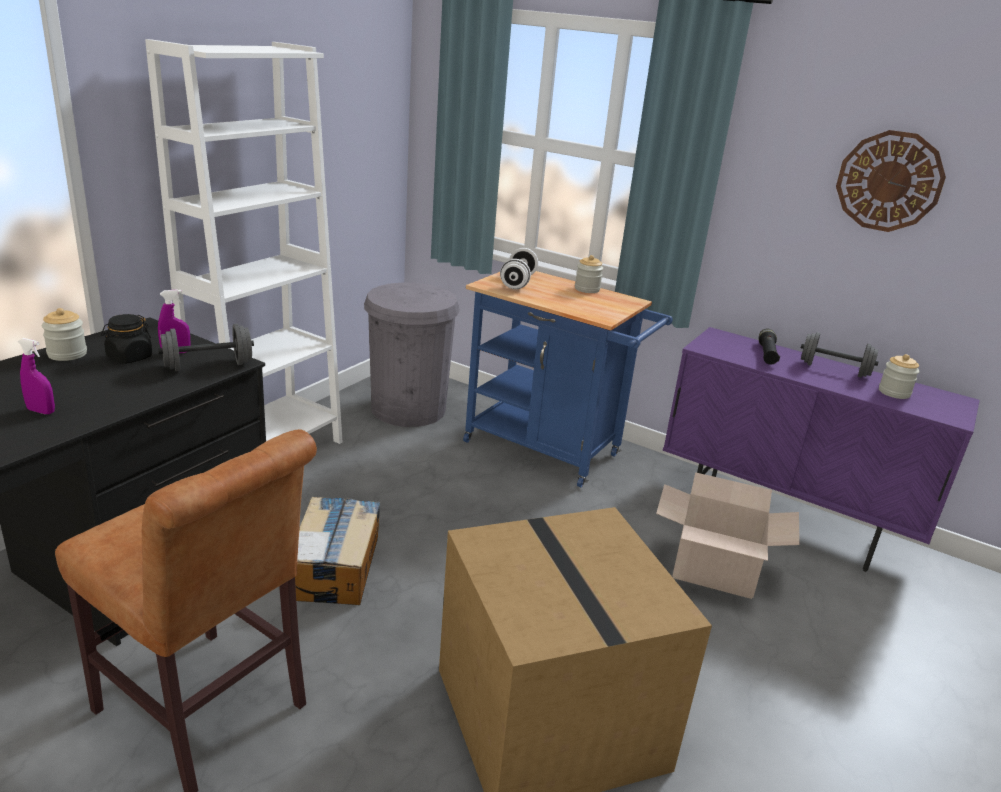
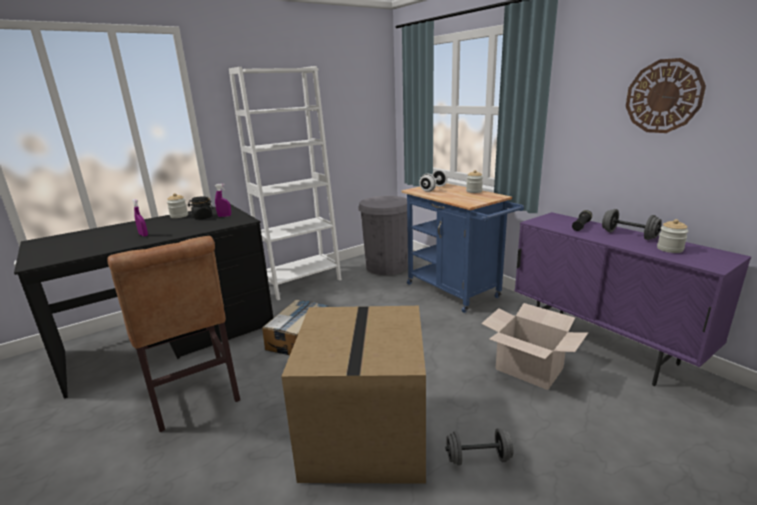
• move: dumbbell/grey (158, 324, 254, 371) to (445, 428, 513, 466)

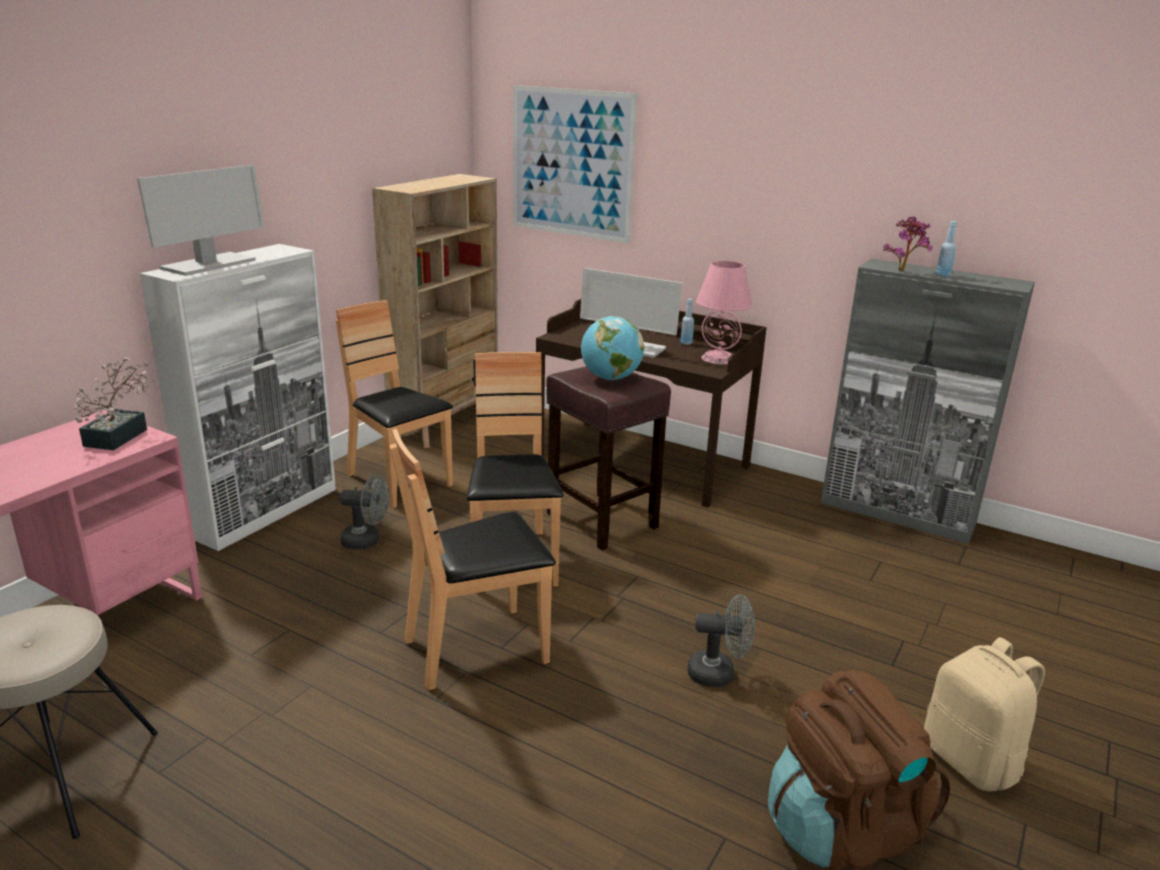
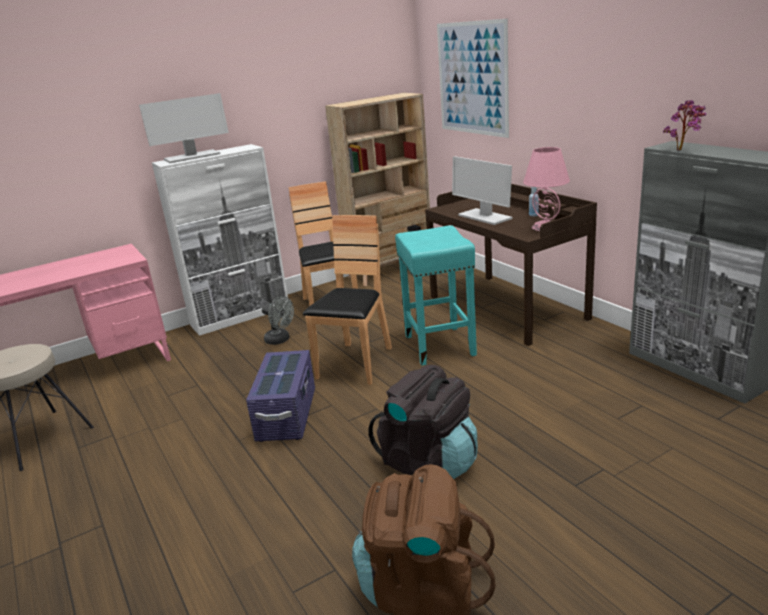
• delete: potted plant (73, 357, 154, 450)
• replace: chair/brown (389, 428, 556, 690) to storage box/purple (246, 350, 315, 442)
• recolor: stool/brown (546, 366, 671, 550) to stool/turquoise (395, 225, 477, 366)
• delete: globe (581, 316, 644, 380)
• replace: fan/grey (687, 595, 755, 687) to backpack/black (368, 365, 478, 479)
• delete: backpack/beige (924, 637, 1045, 792)
• delete: bottle/blue (936, 221, 957, 277)

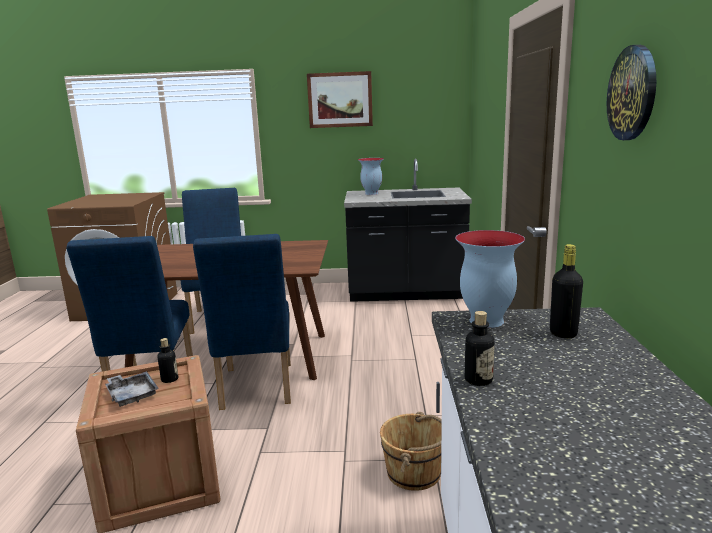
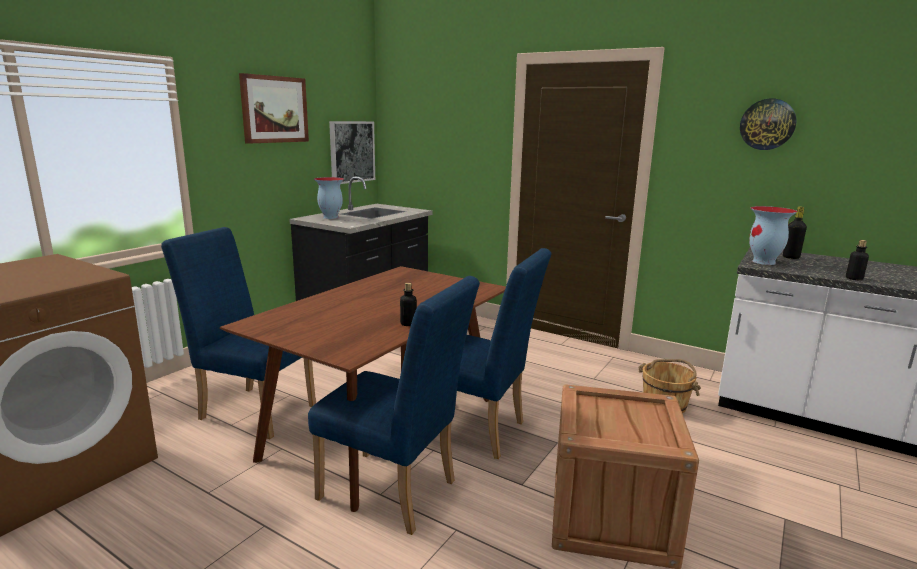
• delete: tray/grey (105, 371, 159, 407)
• move: bottle (157, 338, 178, 383) to (400, 283, 417, 326)
• insert: picture (329, 121, 375, 184)

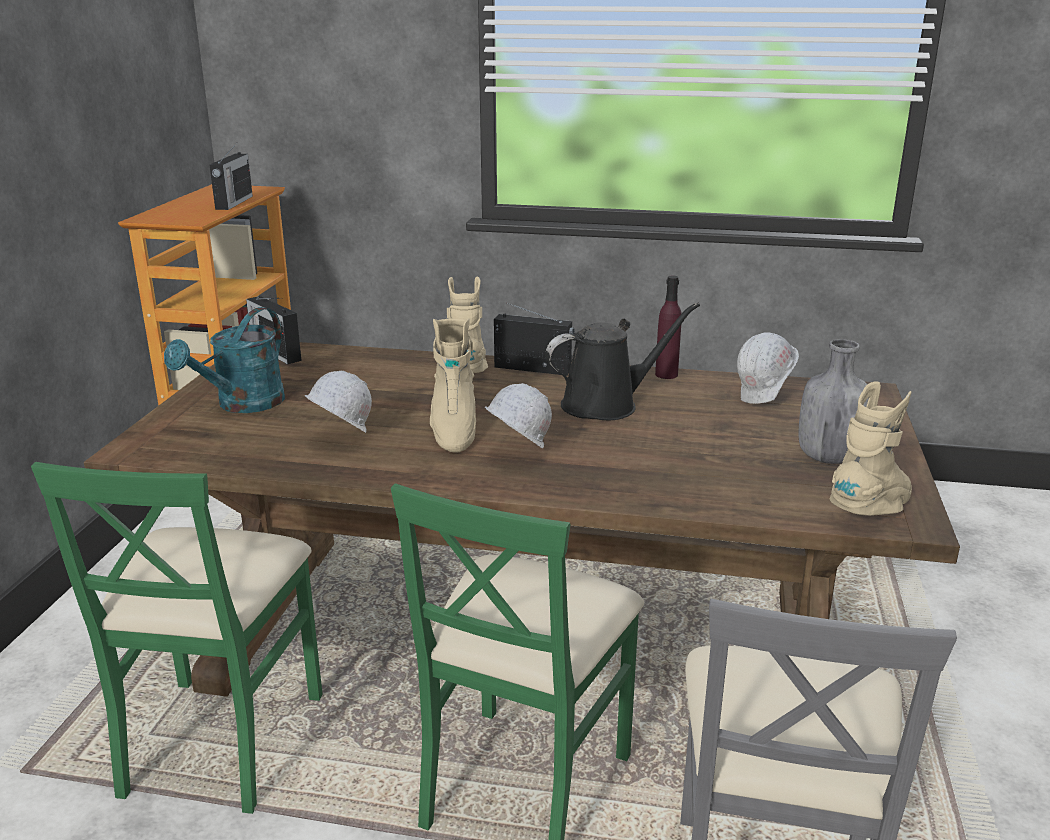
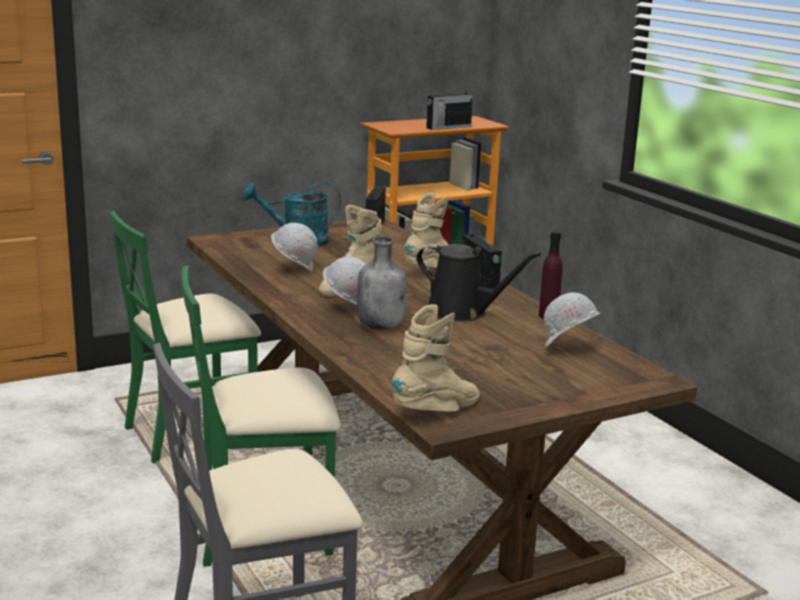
• move: bottle/grey (799, 339, 869, 464) to (357, 237, 406, 330)
• rotate: boot/beige (830, 381, 912, 516) = (392, 304, 480, 412) 45 degrees counterclockwise

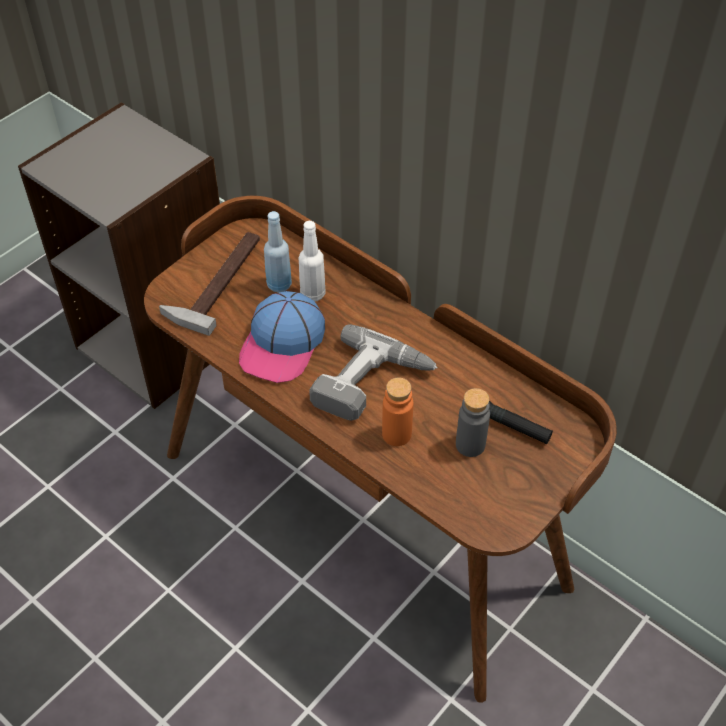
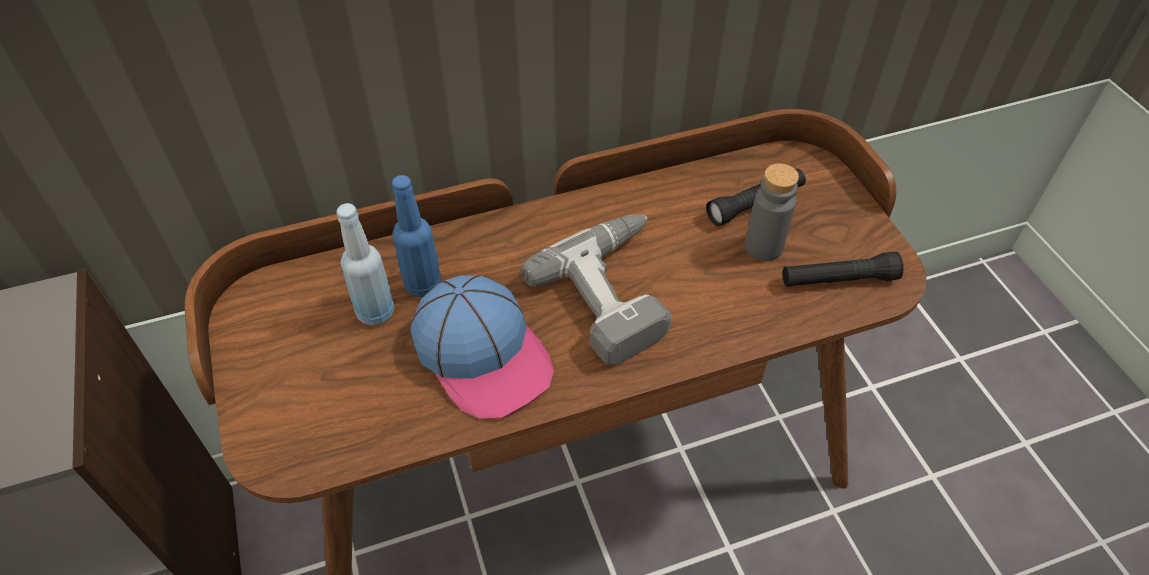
• delete: hammer (159, 232, 260, 336)
• recolor: bottle/white (298, 221, 325, 302) to bottle/blue (392, 175, 441, 297)
• delete: bottle/orange (382, 378, 413, 446)
• insert: flashlight/black (783, 252, 904, 287)

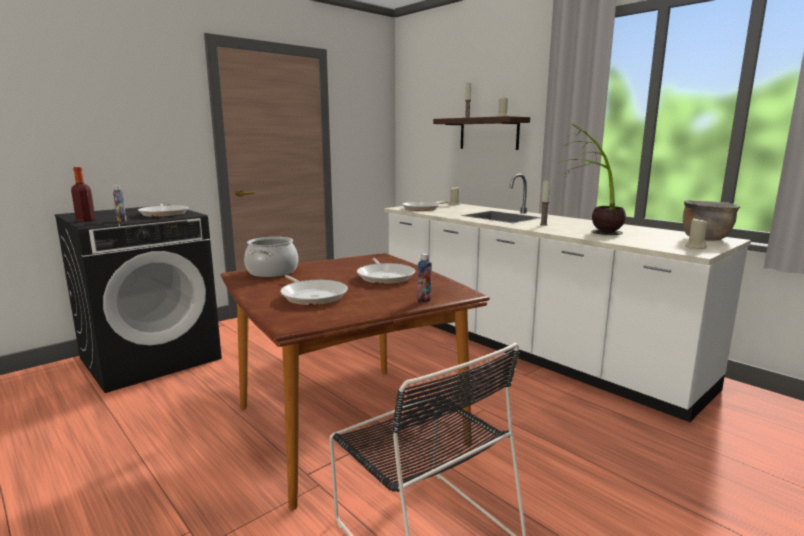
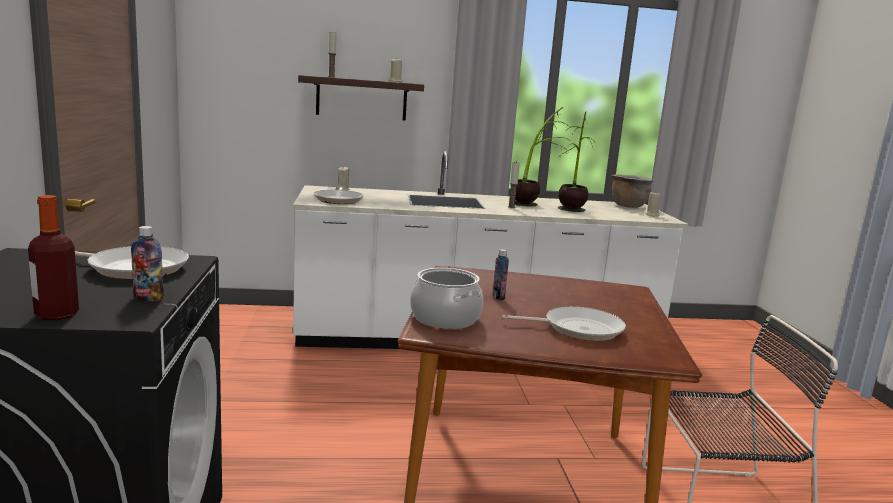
• delete: frying pan (357, 258, 415, 284)
• move: bottle (417, 253, 432, 303) to (492, 249, 509, 300)
• insert: potted plant (515, 107, 569, 207)

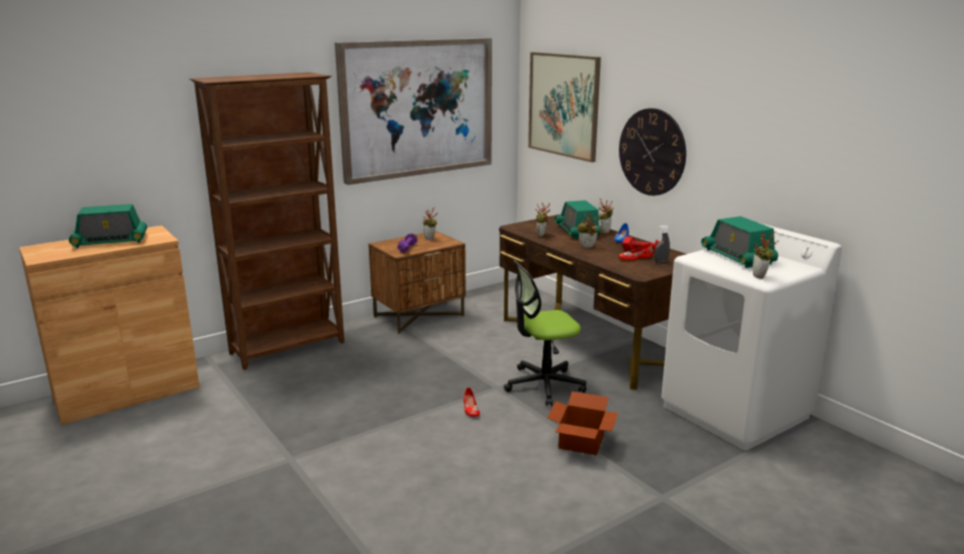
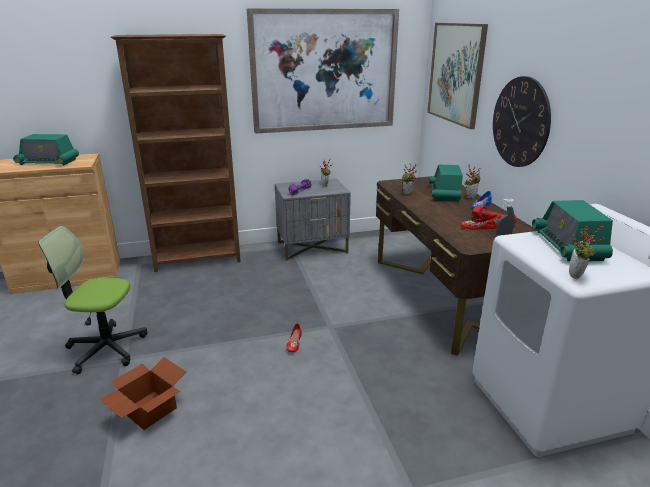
• recolor: nightstand/brown (368, 231, 466, 334) to nightstand/grey (275, 179, 351, 261)
• move: office chair (504, 260, 587, 406) to (38, 226, 148, 374)
• move: cardboard box (547, 391, 618, 455) to (99, 357, 186, 430)
• delete: potted plant (577, 213, 598, 248)

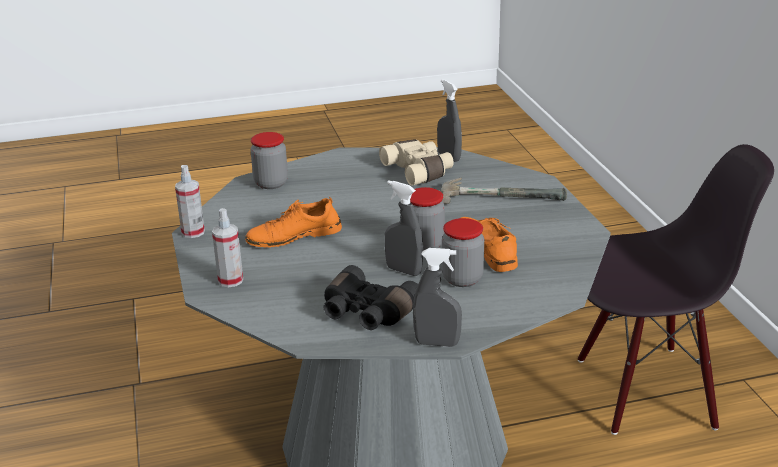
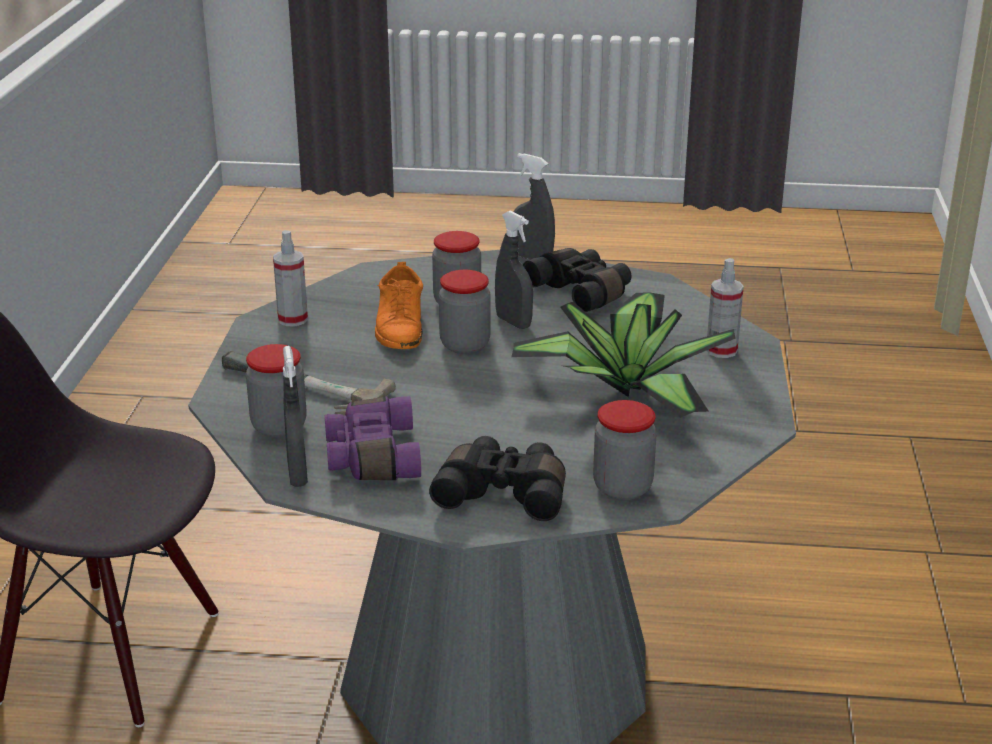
• move: spray bottle (175, 165, 205, 238) to (273, 230, 308, 326)
• replace: shoe/orange (245, 197, 342, 247) to potted plant (511, 293, 736, 418)
• recolor: binoculars/beige (379, 139, 454, 186) to binoculars/purple (325, 396, 421, 480)
• insert: jar (246, 344, 307, 438)
• insert: binoculars/black (429, 436, 566, 521)

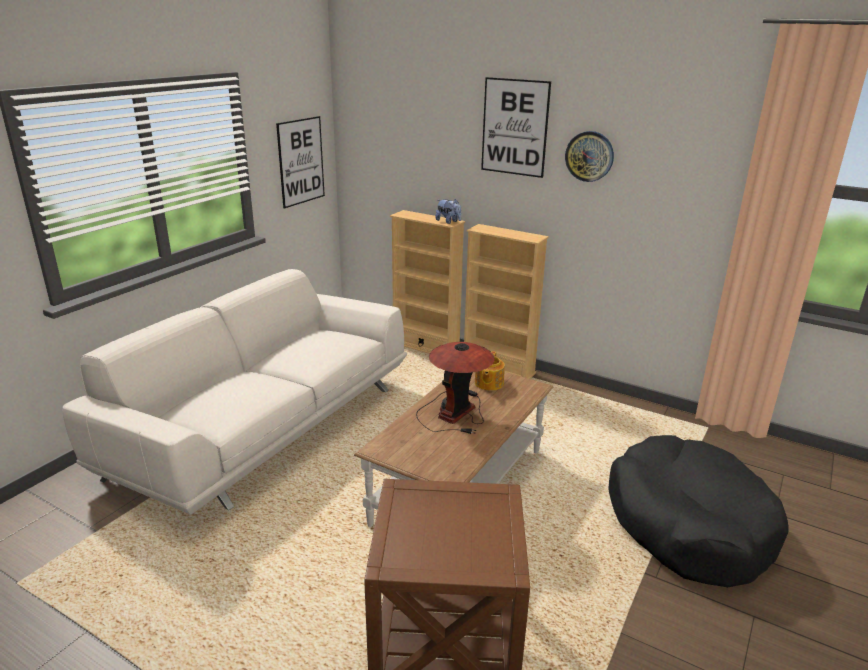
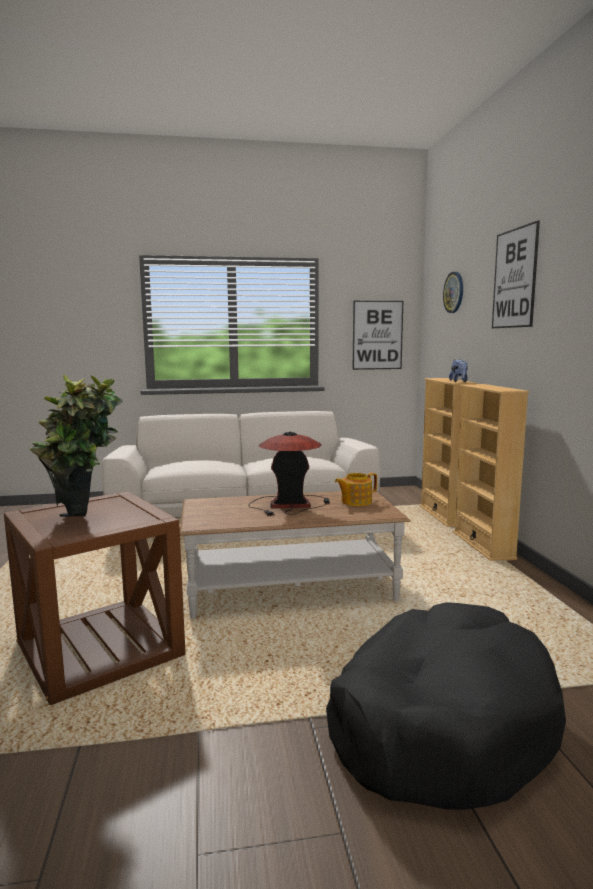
• move: wall clock (565, 131, 614, 182) to (443, 272, 463, 313)
• insert: potted plant (29, 375, 123, 517)

